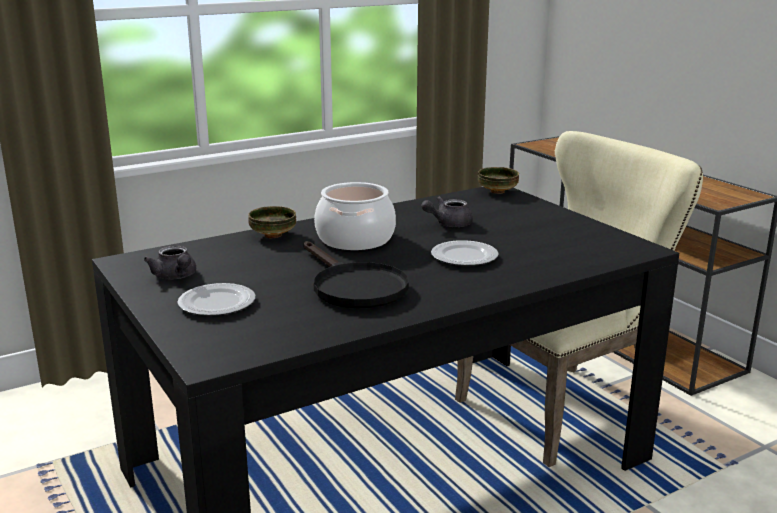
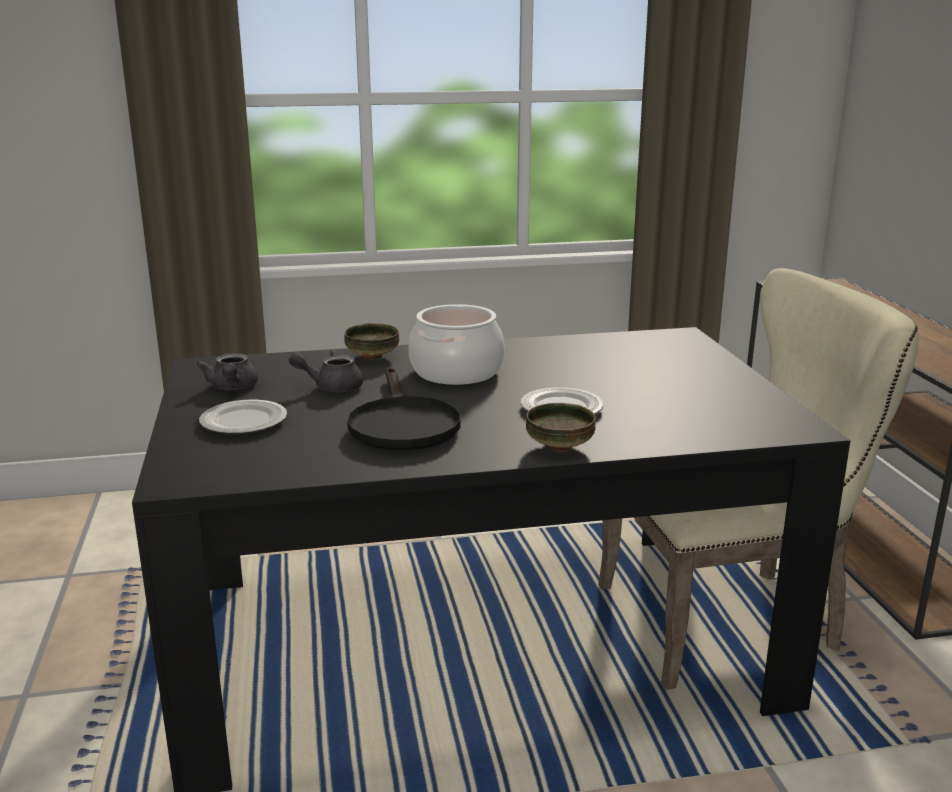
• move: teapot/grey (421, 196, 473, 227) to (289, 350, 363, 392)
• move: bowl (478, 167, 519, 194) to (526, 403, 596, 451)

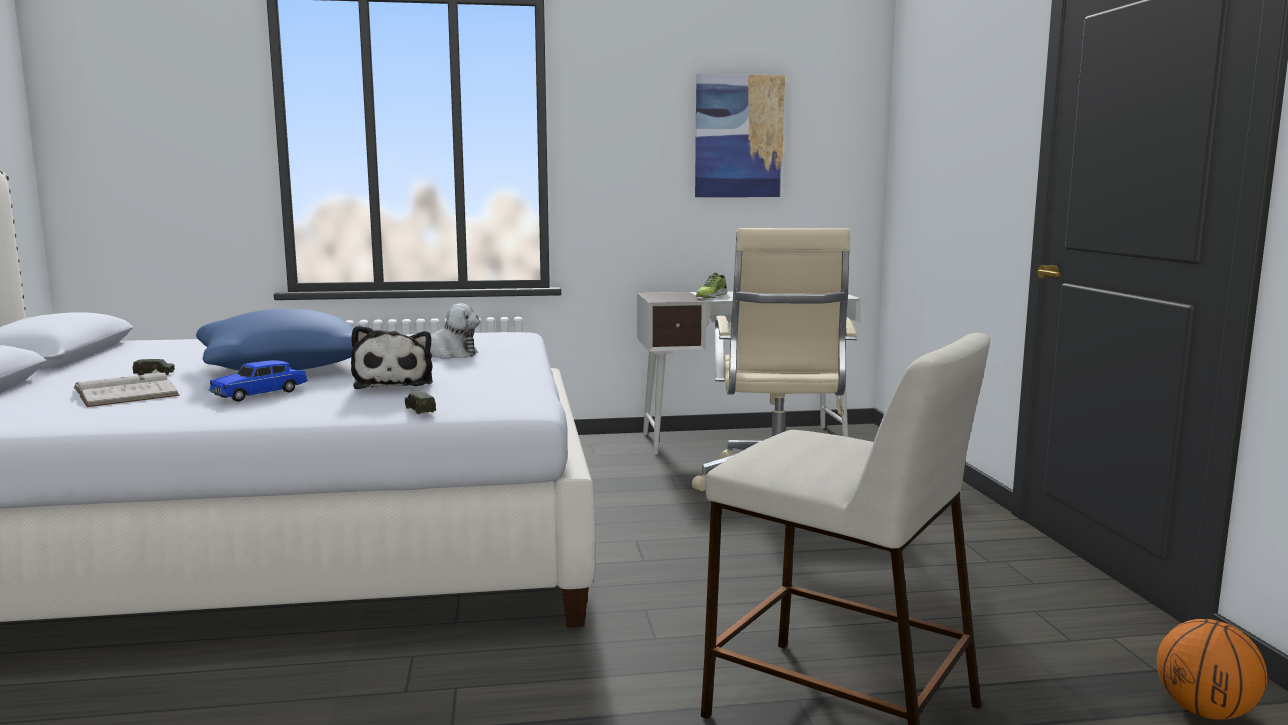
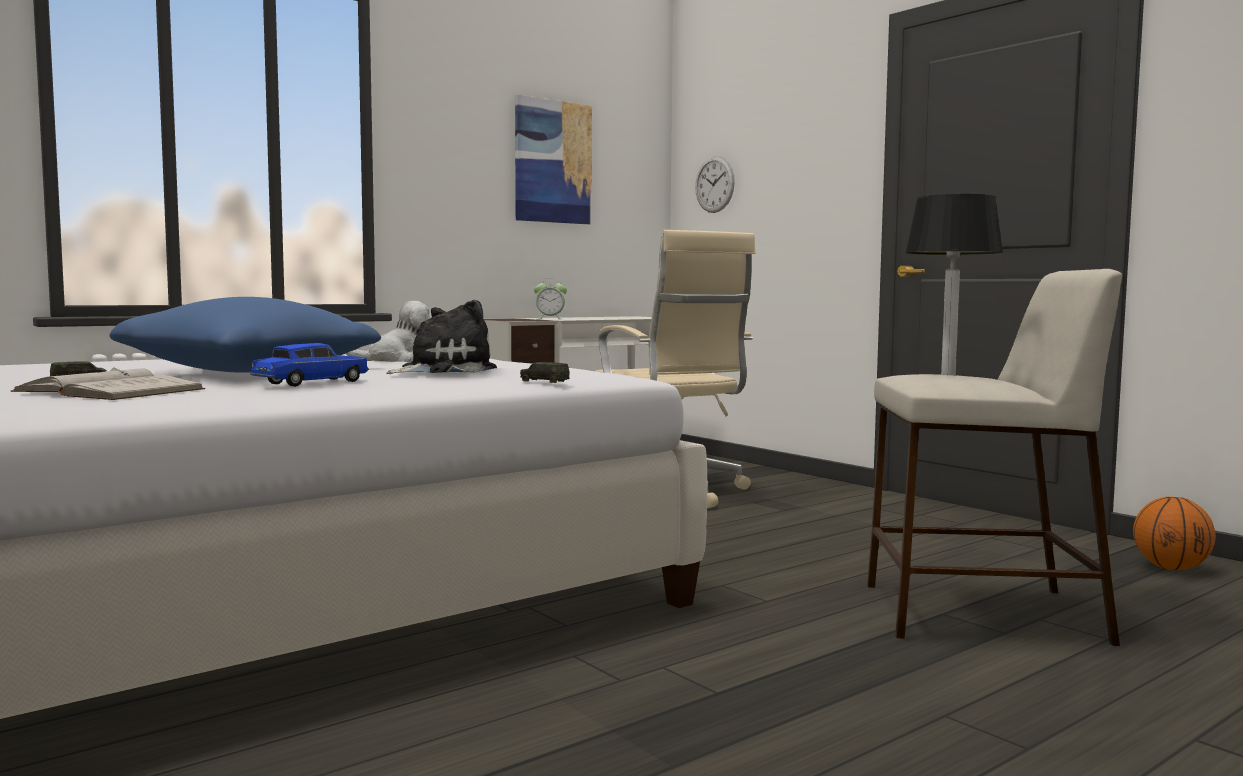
• rotate: toy car/blue (209, 360, 308, 402) = (250, 343, 369, 387) 150 degrees counterclockwise
• rotate: plush toy (351, 325, 433, 389) = (386, 299, 497, 374) 90 degrees counterclockwise
• replace: shoe (696, 272, 727, 298) to alarm clock (534, 279, 567, 319)
• insert: wall clock (695, 156, 735, 213)
• insert: table lamp (905, 194, 1003, 375)

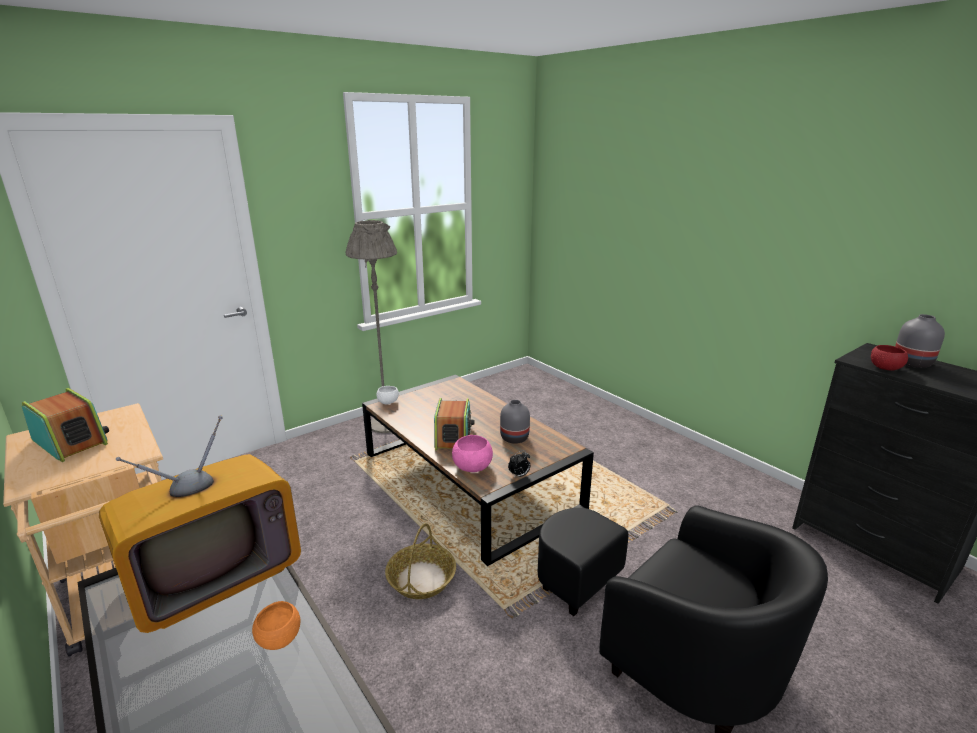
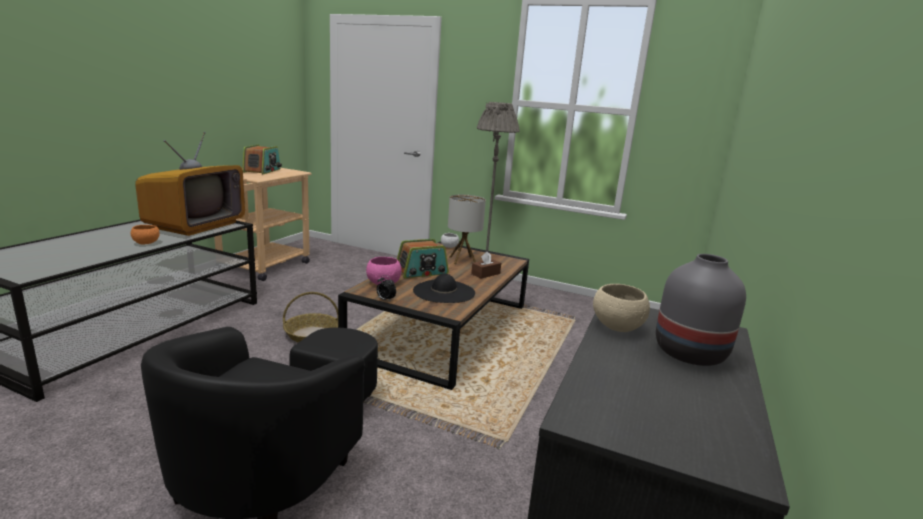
• rotate: television (99, 416, 301, 633) = (135, 132, 245, 236) 90 degrees counterclockwise
• replace: vase/grey (500, 400, 530, 444) to hat/black (413, 274, 475, 303)
• recolor: bowl/red (871, 345, 908, 370) to bowl/beige (593, 284, 650, 332)
• insert: table lamp (448, 195, 486, 265)
• insert: tissue box/brown (471, 252, 501, 279)

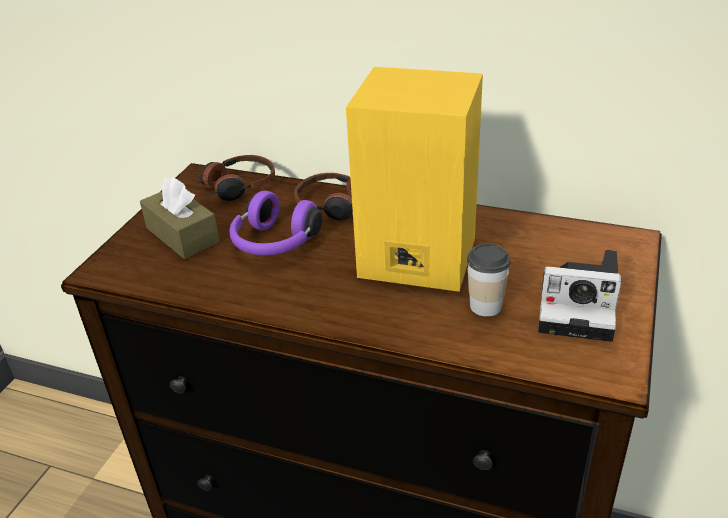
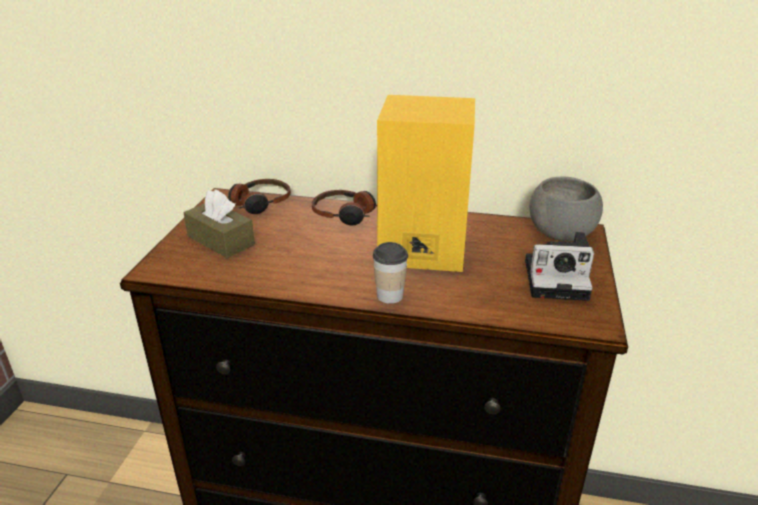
• delete: headphones/purple (229, 191, 323, 256)
• move: cup (467, 243, 511, 317) to (373, 242, 408, 304)
• insert: bowl/grey (529, 176, 603, 242)

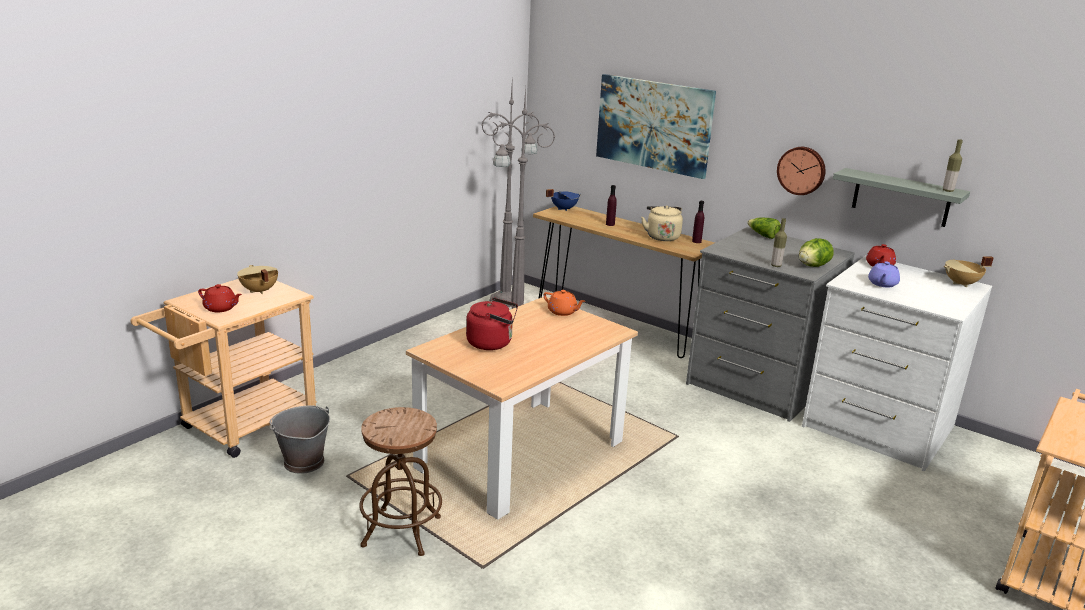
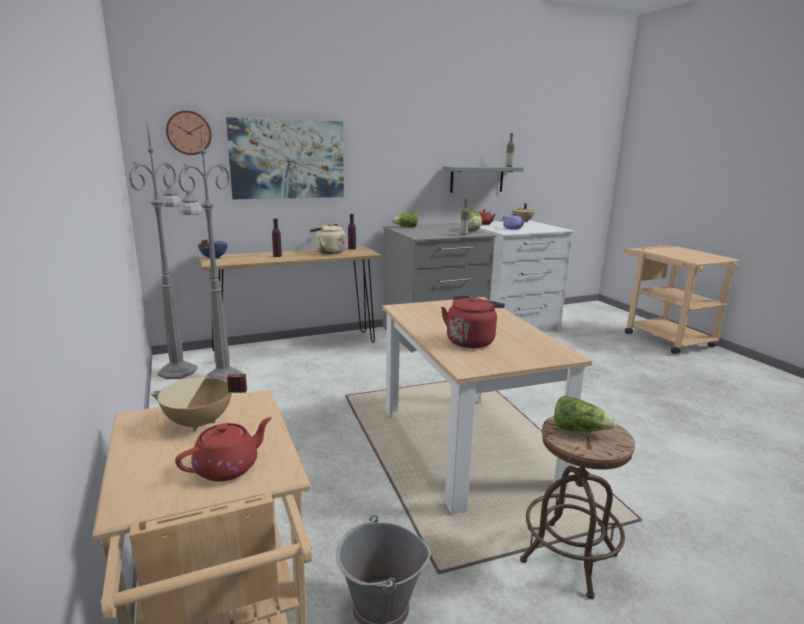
• delete: teapot/orange (543, 290, 585, 316)
• move: wall clock (777, 147, 826, 195) to (166, 110, 212, 155)
• insert: lettuce (554, 396, 616, 432)

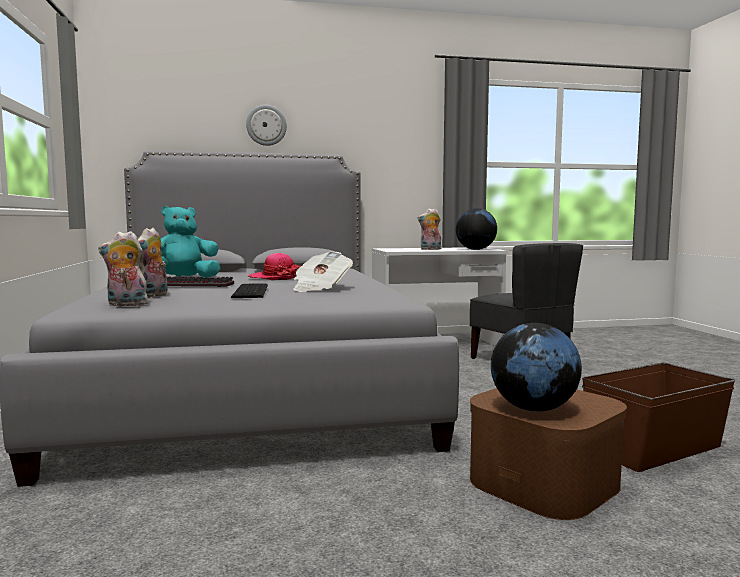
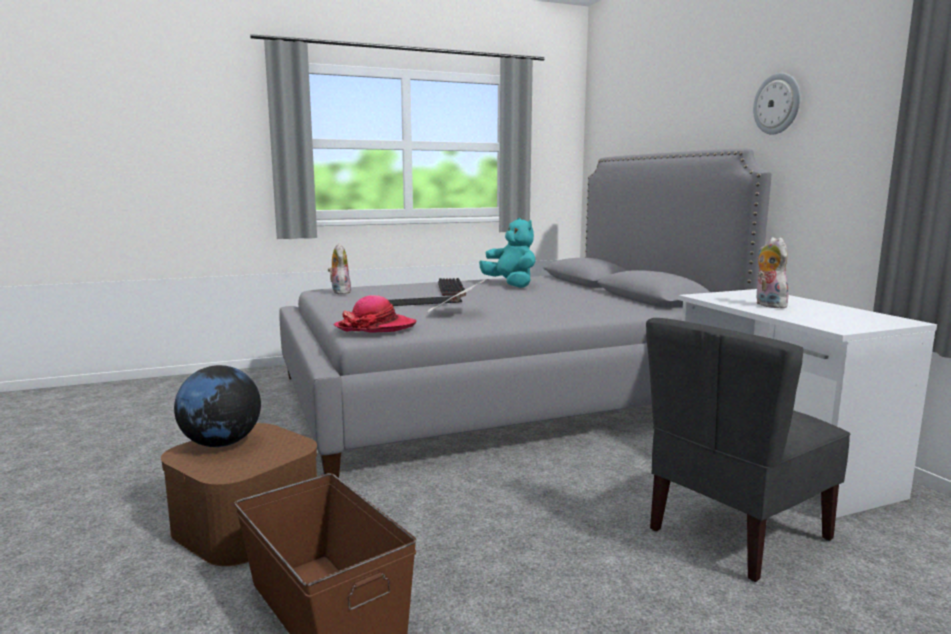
• delete: plush toy (138, 228, 167, 298)
• move: wall clock (246, 105, 287, 146) to (753, 73, 800, 135)
• move: hat (248, 253, 301, 280) to (334, 295, 416, 332)
• delete: globe (456, 208, 497, 250)

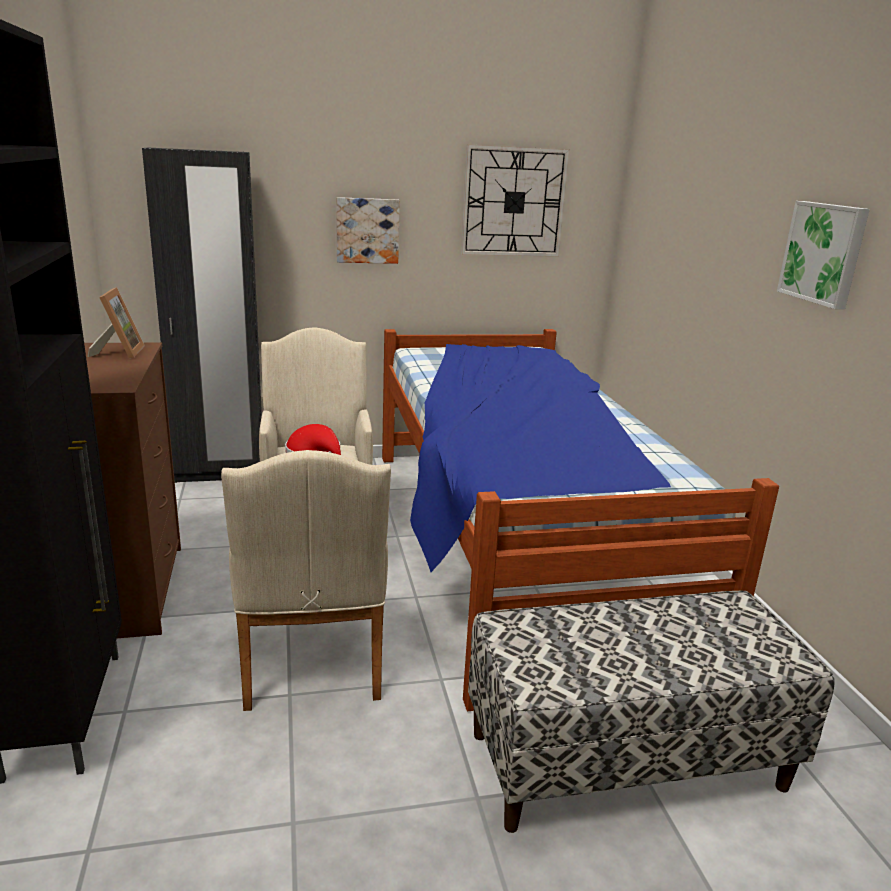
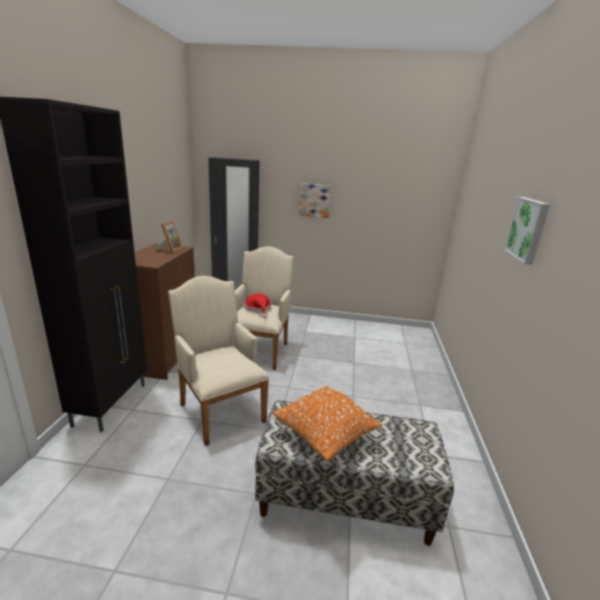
• rotate: armchair/beige (221, 450, 391, 711) = (168, 276, 270, 446) 135 degrees clockwise
• delete: bed (382, 329, 779, 711)
• delete: wall clock (461, 144, 570, 257)
• insert: pillow/orange (272, 386, 382, 461)

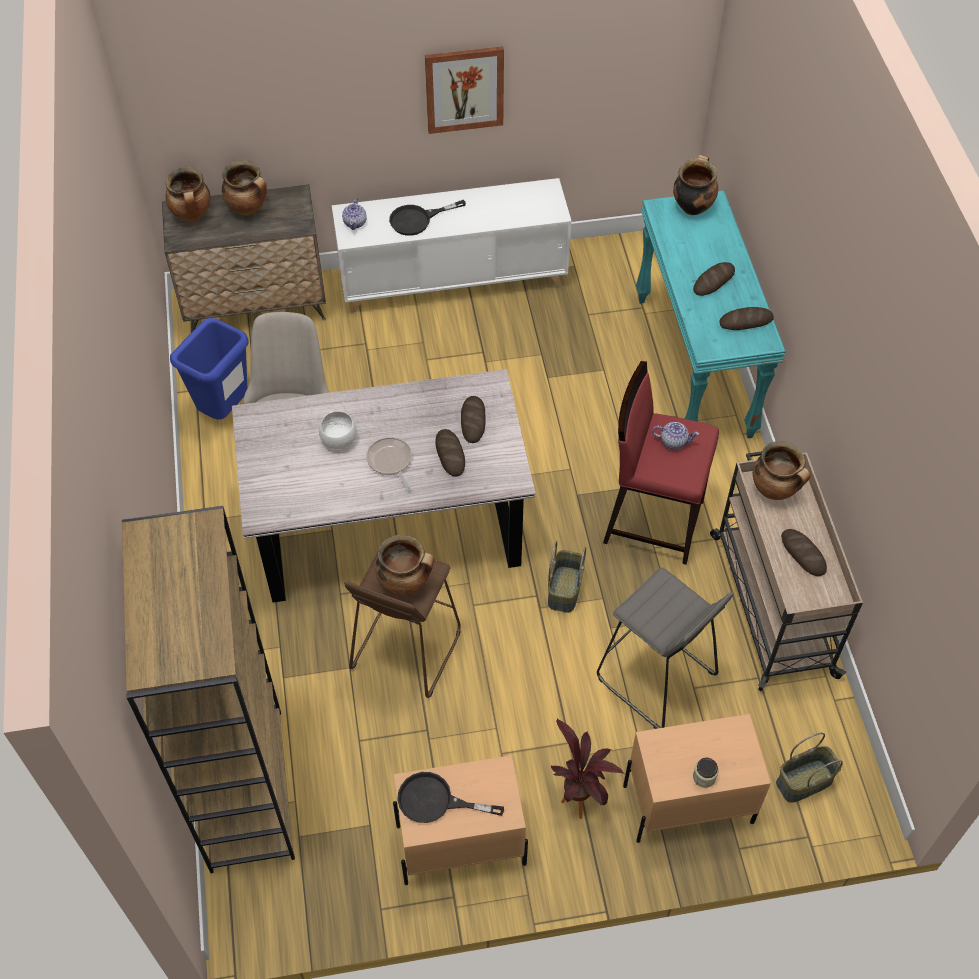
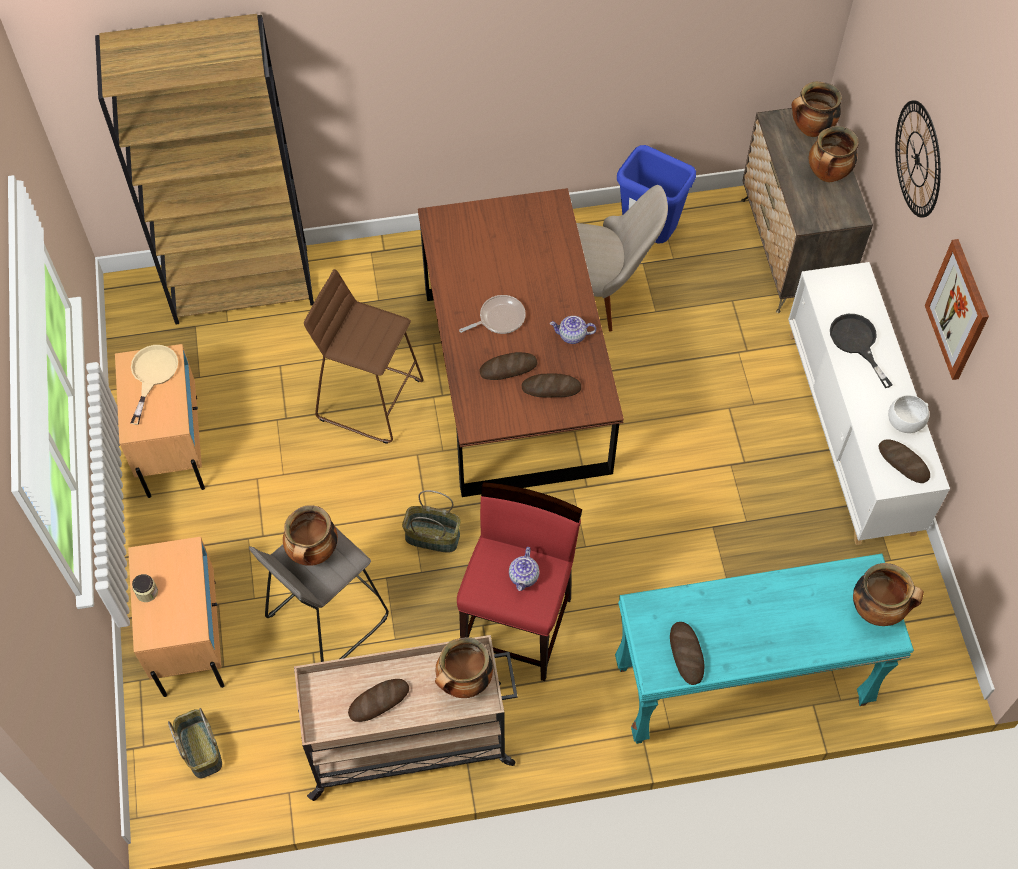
• recolor: dining table/grey (232, 369, 536, 603) to dining table/brown (418, 188, 624, 497)
• move: bowl/white (319, 411, 356, 449) to (888, 395, 929, 433)
• move: teapot (342, 198, 367, 230) to (550, 316, 596, 344)
• move: cooking pot (375, 535, 435, 596) to (283, 505, 338, 566)
• recolor: frying pan/black (397, 772, 504, 823) to frying pan/beige (130, 345, 178, 425)
• delete: potted plant (551, 718, 624, 819)
• move: bread (693, 262, 735, 296) to (878, 439, 930, 483)
• insert: wall clock (895, 100, 941, 218)

